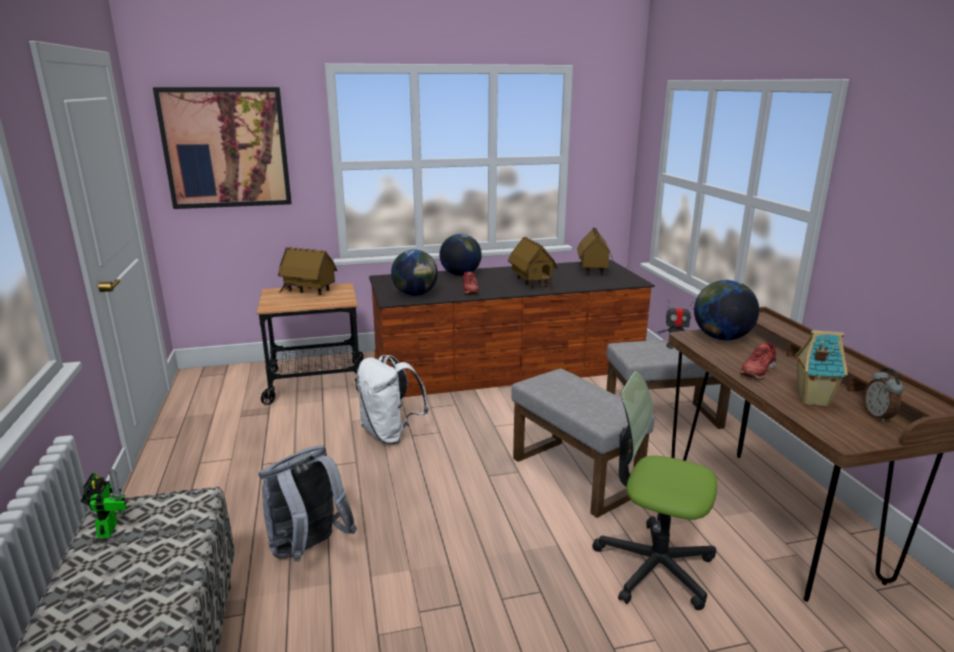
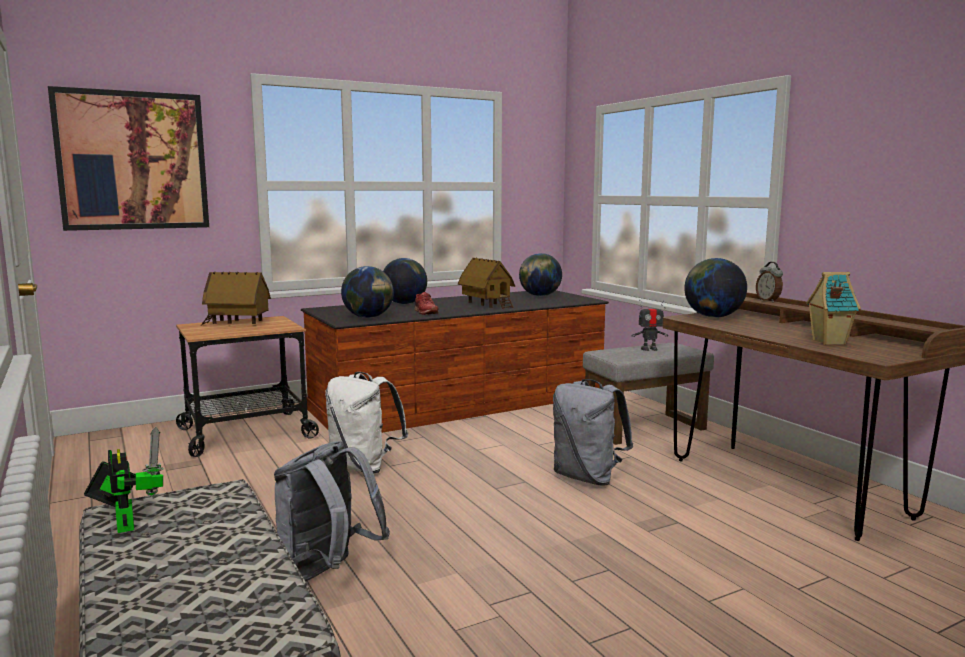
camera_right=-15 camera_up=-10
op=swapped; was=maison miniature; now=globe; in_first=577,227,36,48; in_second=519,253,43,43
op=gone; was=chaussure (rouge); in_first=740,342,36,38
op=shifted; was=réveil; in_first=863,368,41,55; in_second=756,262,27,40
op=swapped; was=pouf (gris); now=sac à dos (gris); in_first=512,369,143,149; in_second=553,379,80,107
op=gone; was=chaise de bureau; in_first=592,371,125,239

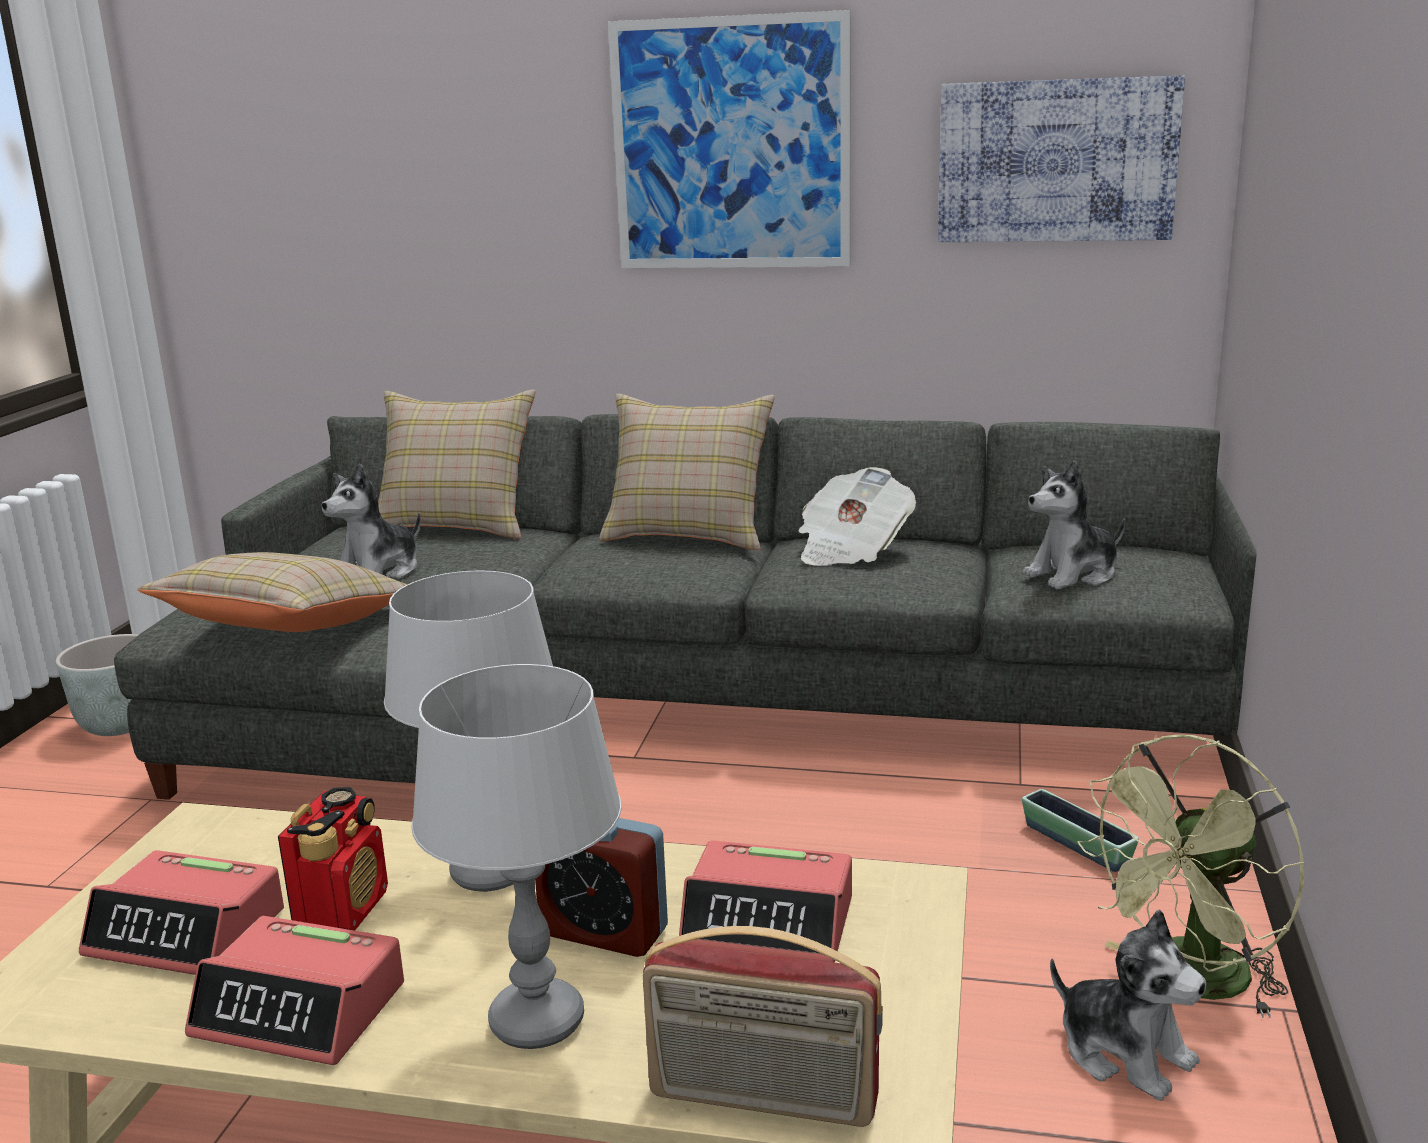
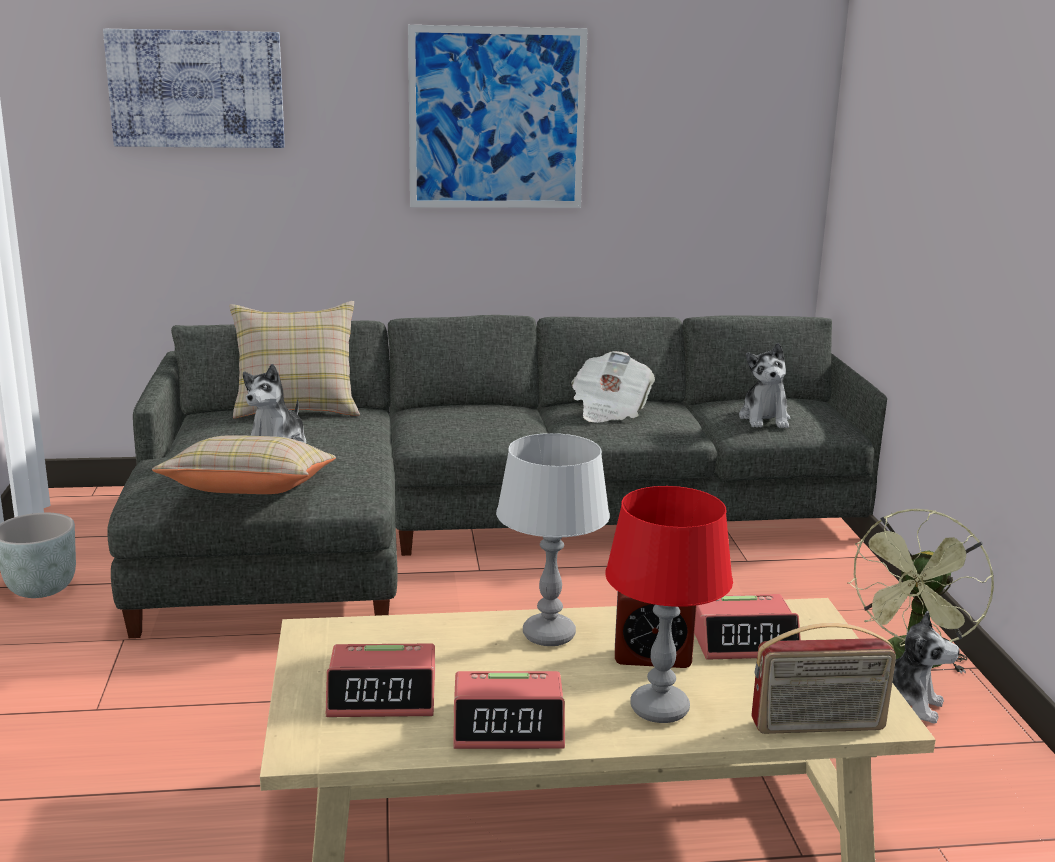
camera_right=-20 camera_up=0
op=shifted; was=tableau; in_first=938,76,247,166; in_second=103,29,182,119
op=gone; was=coussin (beige); in_first=599,394,176,156
op=rotated; was=peluche; in_first=1023,461,102,128; in_second=739,343,51,85; clockwise=-45
op=repainted; was=lampe de table (gris); now=lampe de table (rouge); in_first=411,664,211,385; in_second=605,486,128,237
op=gone; was=radio; in_first=278,787,110,144
op=gone; was=cache-pot; in_first=1022,789,117,83

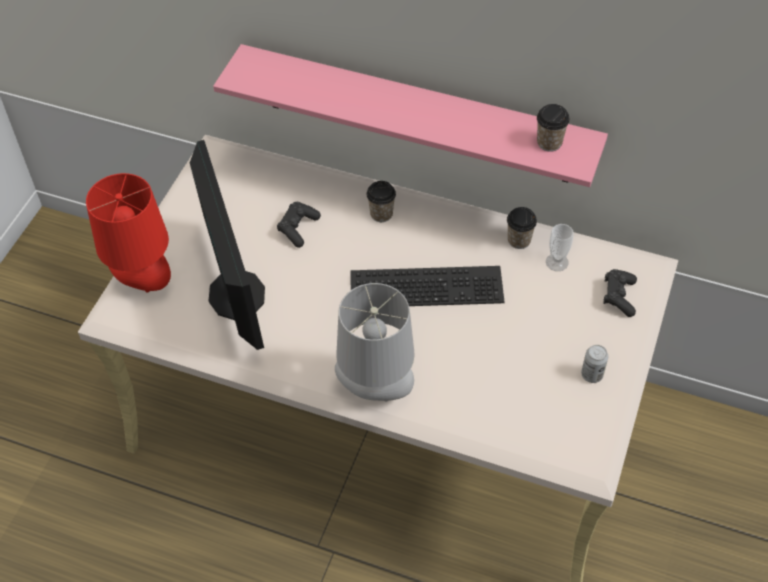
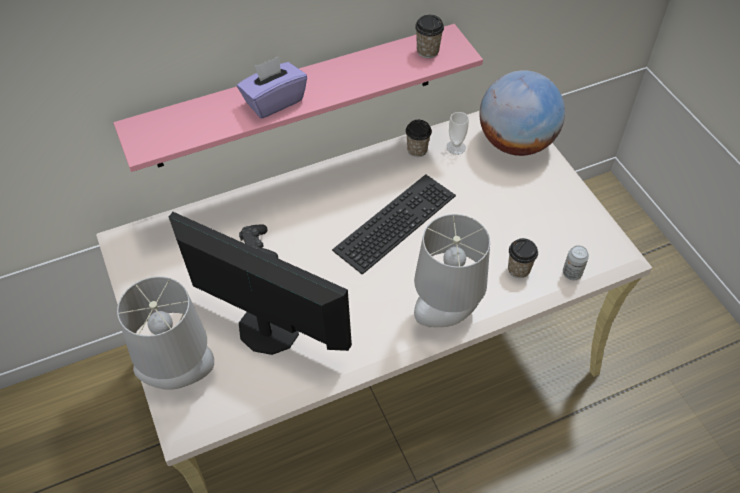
camera_right=-45 camera_up=0
op=repainted; was=lampe de table (rouge); now=lampe de table (gris); in_first=86,173,85,120; in_second=117,276,97,114
op=shifted; was=tasse; in_first=367,181,29,41; in_second=508,238,30,40
op=swapped; was=manette (noir); now=globe; in_first=603,269,34,48; in_second=480,70,85,86
op=shifted; was=boîte métallique; in_first=581,345,27,38; in_second=563,245,26,35
op=new; now=boîte à mouchoirs (violet); in_second=237,56,70,63

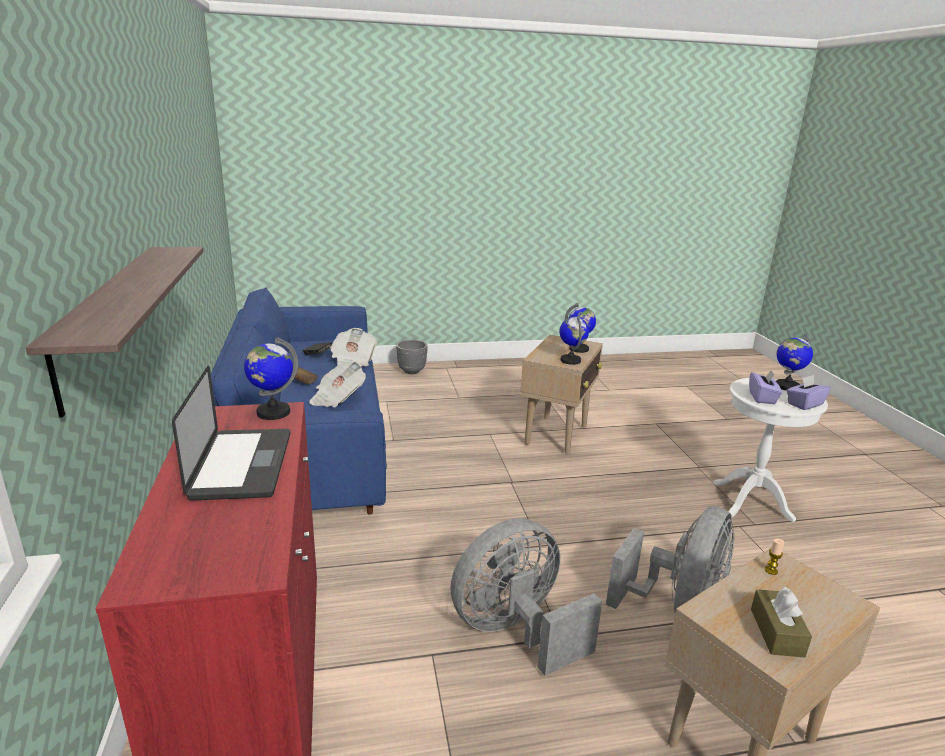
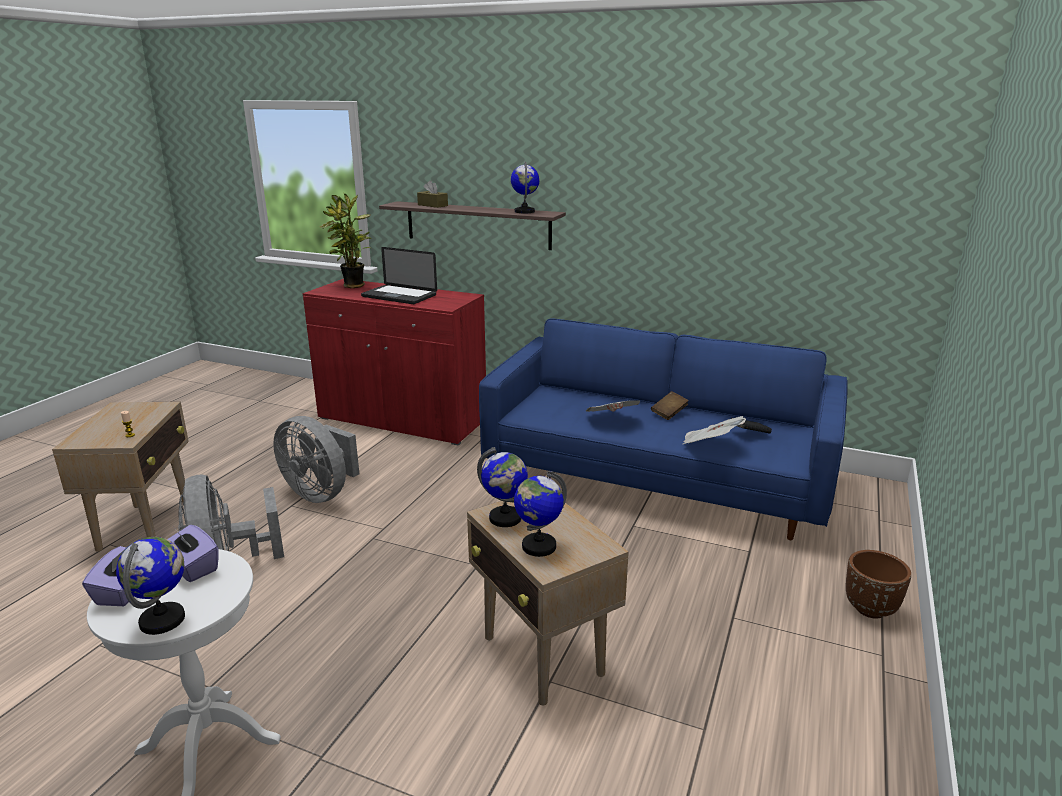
camera_right=125 camera_up=0
op=shifted; was=globe; in_first=244,337,54,83; in_second=511,162,29,51
op=repainted; was=cache-pot (gris); now=cache-pot (marron); in_first=396,340,32,34; in_second=846,550,65,69
op=rotated; was=ventilateur (gris); in_first=450,518,152,158; in_second=273,416,86,87; clockwise=120
op=shifted; was=boîte à mouchoirs (marron); in_first=751,586,61,72; in_second=417,180,31,28
op=new; now=plante en pot; in_second=320,194,51,94

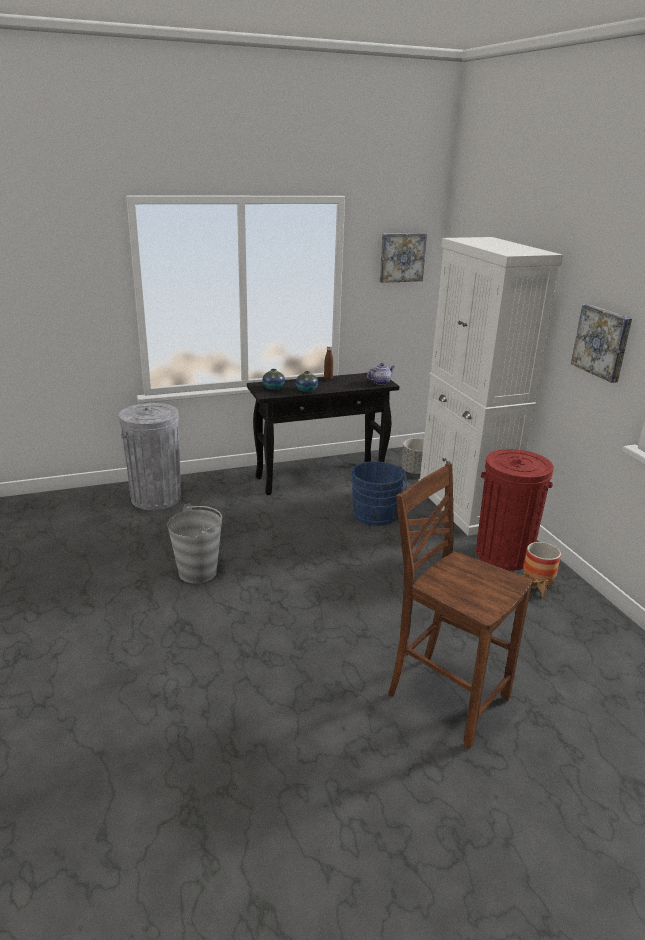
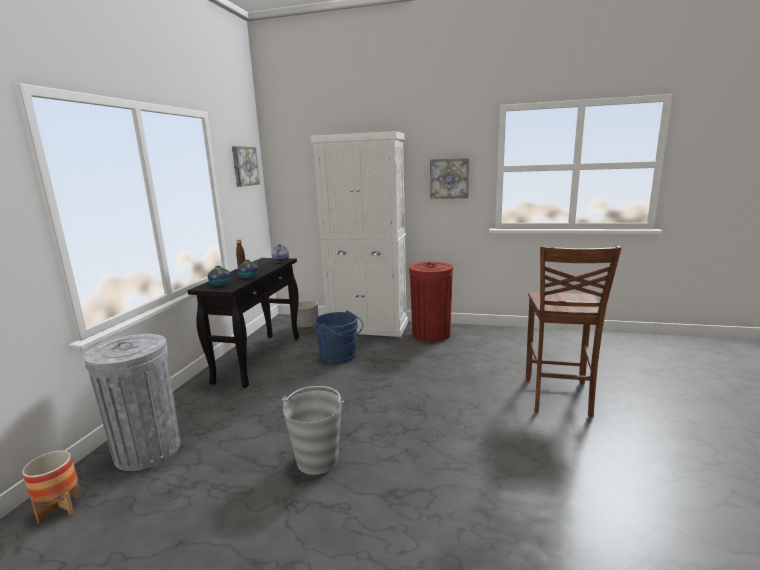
camera_right=-55 camera_up=-10
op=rotated; was=chaise (marron); in_first=388,463,144,286; in_second=526,246,96,172; clockwise=-60
op=shifted; was=cache-pot; in_first=523,542,38,56; in_second=22,450,59,74

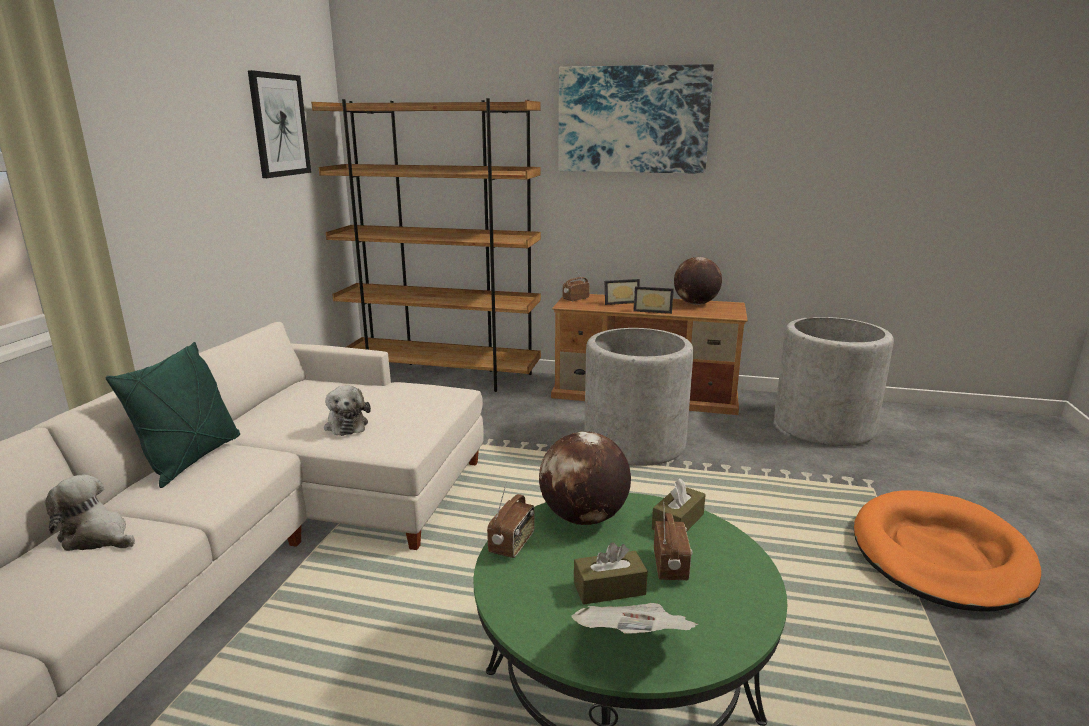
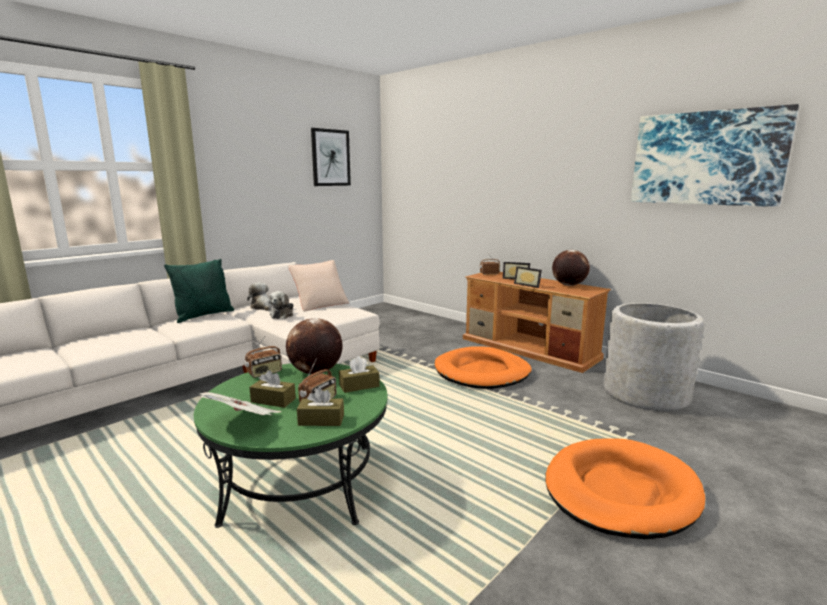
camera_right=30 camera_up=-5
op=shifted; was=tableau; in_first=558,64,156,110; in_second=631,104,168,103
op=gone; was=bibliothèque (marron); in_first=311,98,230,294
op=swapped; was=cache-pot (gris); now=panier pour chien (orange); in_first=584,328,110,138; in_second=435,346,97,43
op=shifted; was=peluche; in_first=45,475,90,76; in_second=247,282,26,29
op=new; now=coussin (beige); in_second=288,260,61,52
op=new; now=boîte à mouchoirs (marron); in_second=297,388,47,38

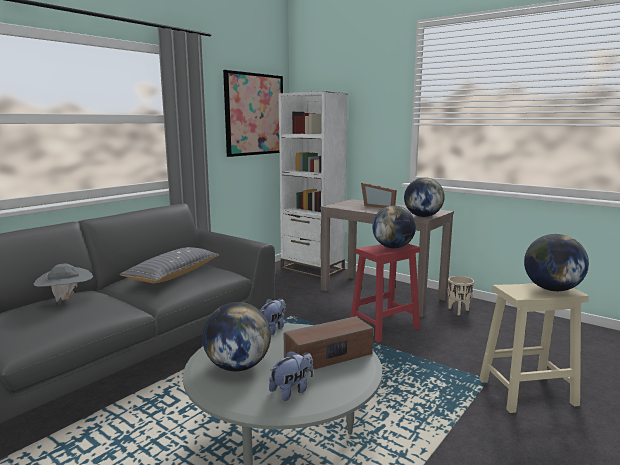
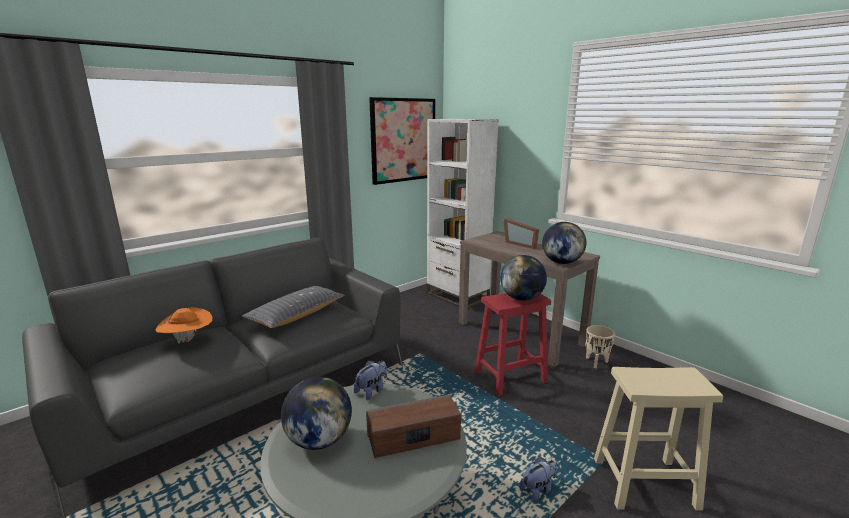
camera_right=10 camera_up=5
op=gone; was=globe; in_first=524,234,65,57
op=repainted; was=chapeau (gris); now=chapeau (orange); in_first=34,264,59,38; in_second=155,307,57,37
op=shifted; was=peluche; in_first=269,351,44,50; in_second=520,458,37,44

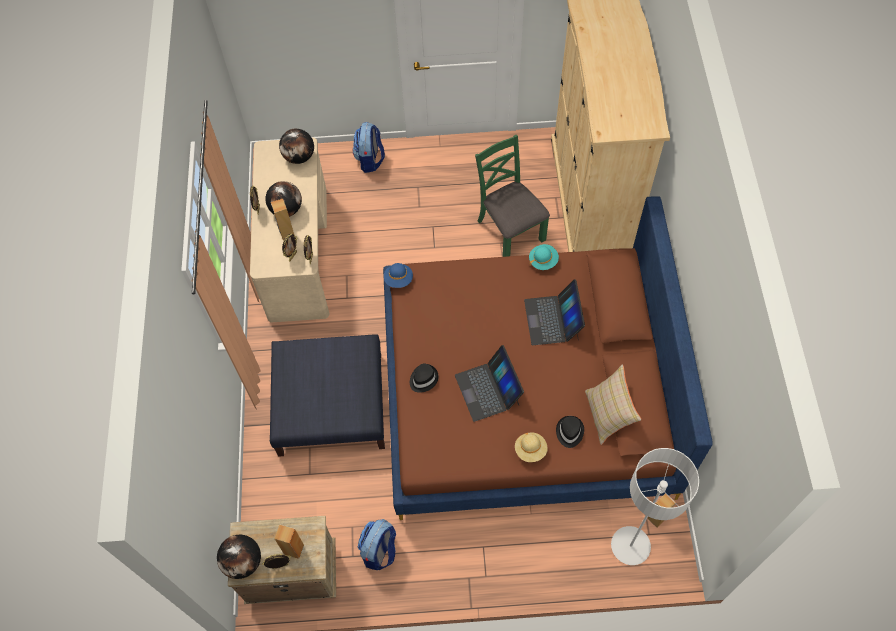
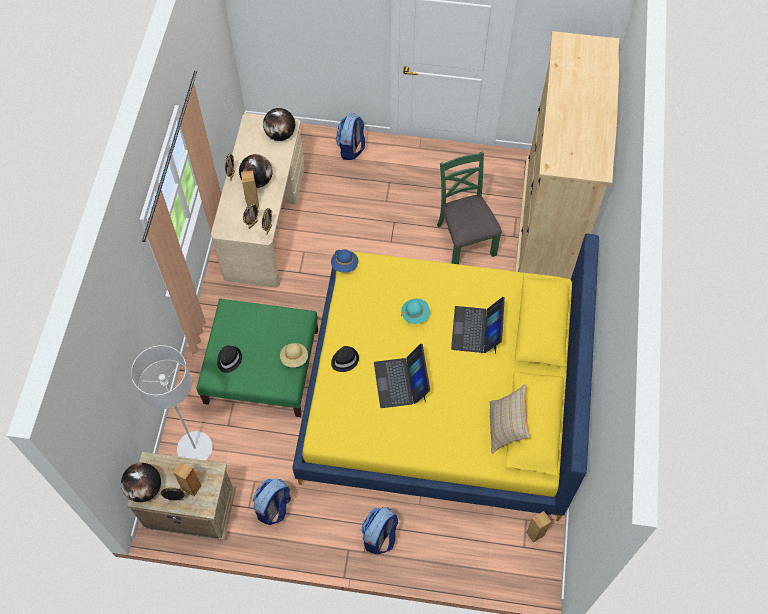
camera_right=10 camera_up=0
op=repainted; was=lit (marron); now=lit (jaune); in_first=383,196,330,324; in_second=292,233,307,288
op=shifted; was=chapeau (turquoise); in_first=529,244,30,26; in_second=401,299,29,25
op=repainted; was=pouf (bleu); now=pouf (vert); in_first=270,334,115,123; in_second=196,298,122,119
op=shifted; was=chapeau (noir); in_first=556,416,28,32; in_second=217,345,25,28
op=shifted; was=chapeau (beige); in_first=515,432,33,30; in_second=280,343,28,24
op=shifted; was=lampadaire (gris); in_first=611,448,88,117; in_second=131,345,82,115
op=new; now=sac à dos; in_second=361,507,37,47

